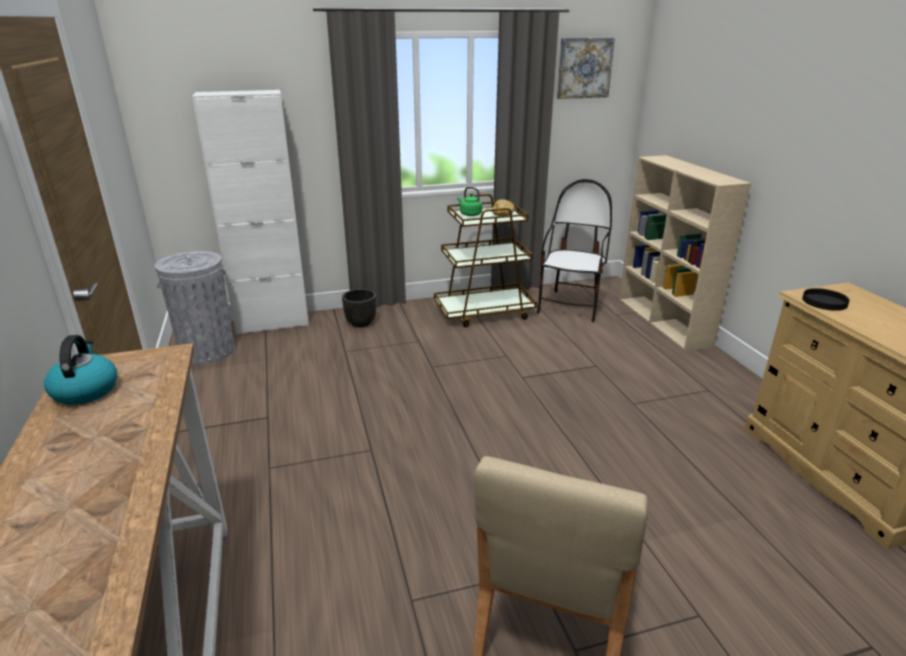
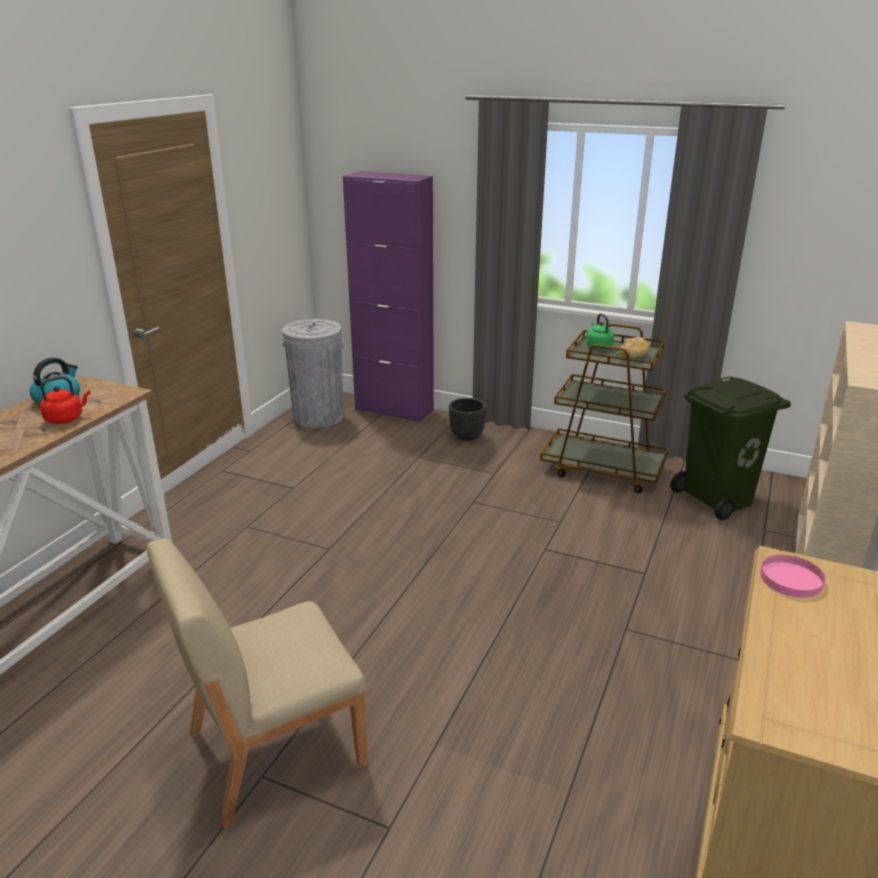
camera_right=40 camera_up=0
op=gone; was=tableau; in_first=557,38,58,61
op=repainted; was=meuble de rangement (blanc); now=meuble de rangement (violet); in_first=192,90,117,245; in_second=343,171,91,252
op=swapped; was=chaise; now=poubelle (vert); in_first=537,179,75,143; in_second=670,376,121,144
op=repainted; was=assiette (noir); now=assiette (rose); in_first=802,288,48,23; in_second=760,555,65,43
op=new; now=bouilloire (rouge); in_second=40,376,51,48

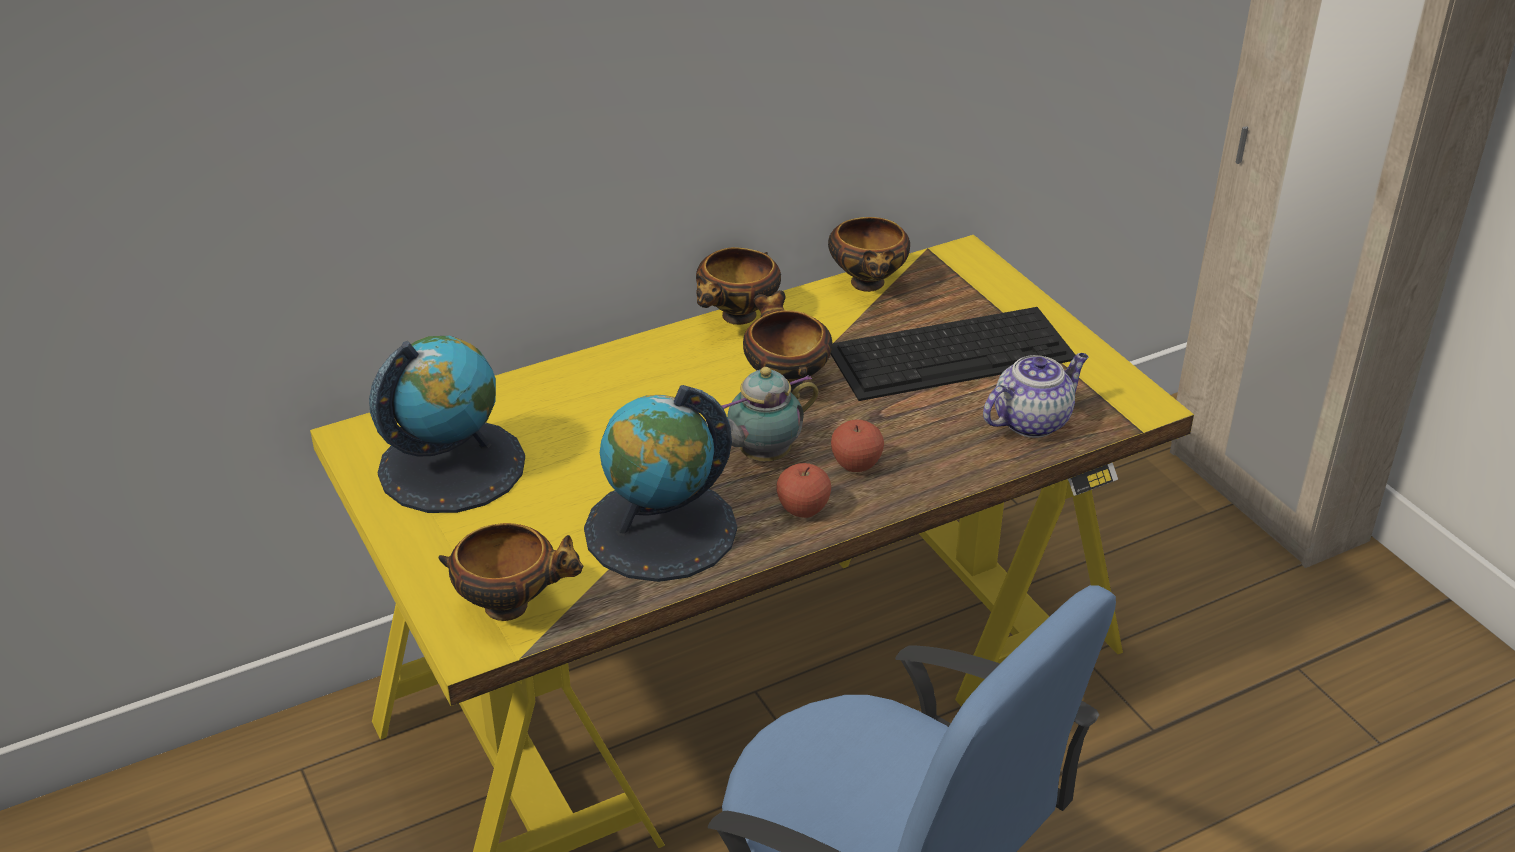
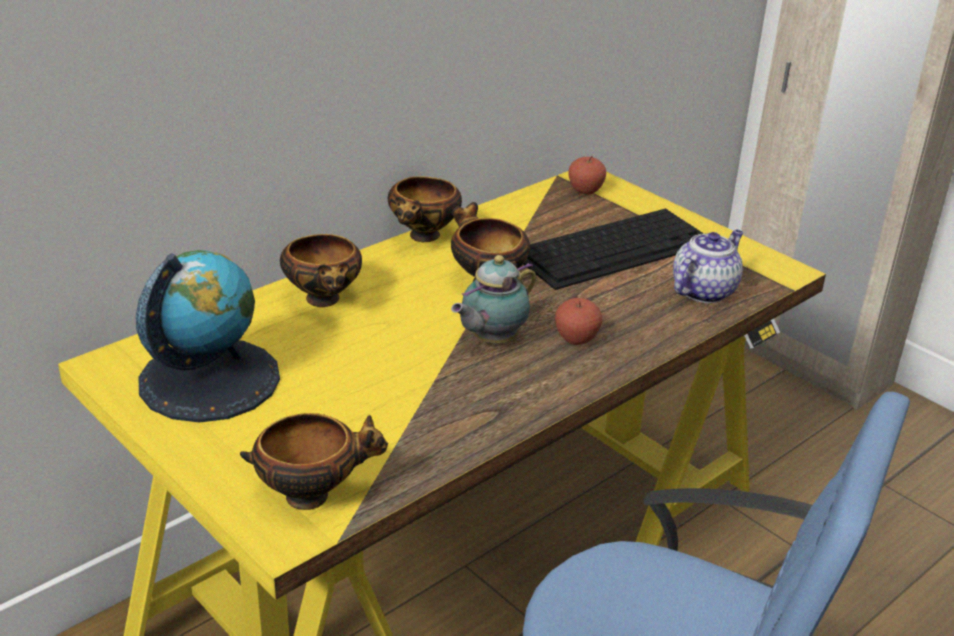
camera_right=-15 camera_up=-5
op=shifted; was=bol; in_first=828,217,82,75; in_second=280,234,82,73
op=gone; was=globe; in_first=584,385,153,197
op=shifted; was=pomme; in_first=776,463,55,55; in_second=568,156,38,39

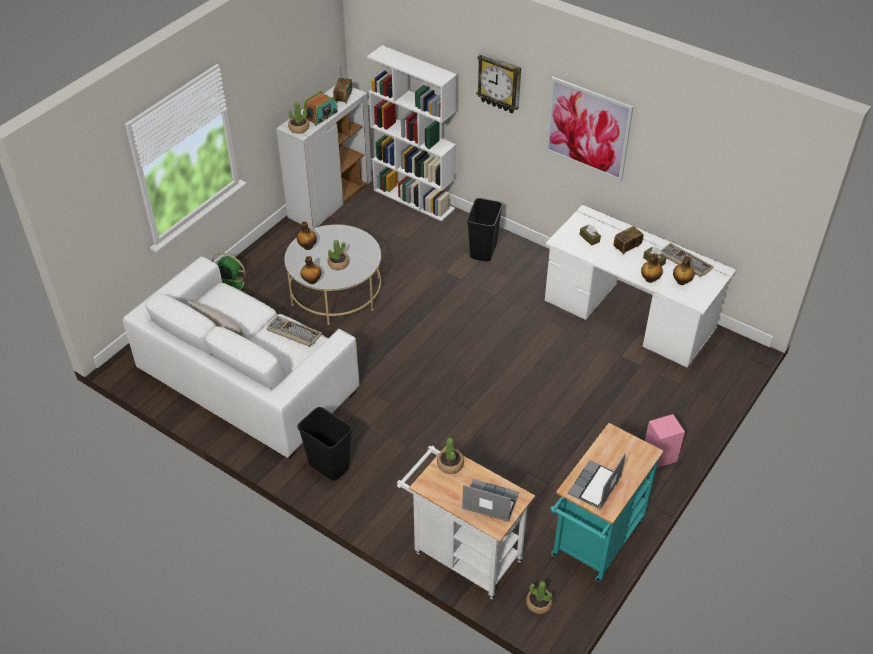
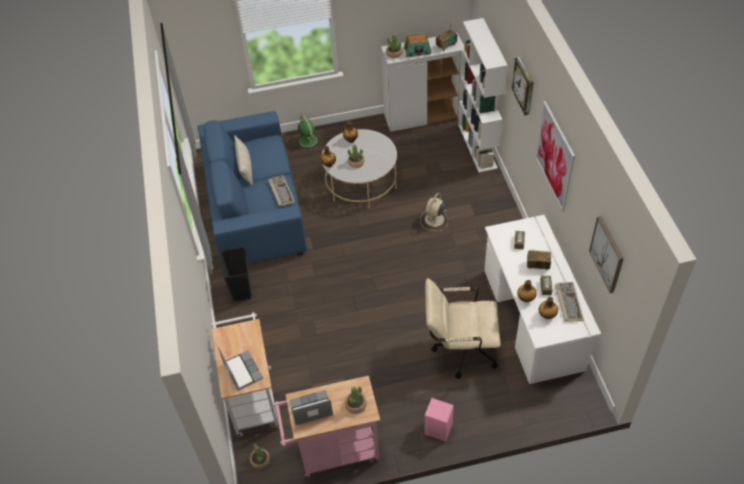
camera_right=45 camera_up=5
op=gone; was=poubelle (noir); in_first=467,198,36,63
op=repainted; was=canapé (blanc); now=canapé (bleu); in_first=123,257,236,202; in_second=198,111,109,153
op=repainted; was=chariot (turquoise); now=chariot (rose); in_first=550,423,114,159; in_second=274,376,106,101
op=shifted; was=plante en pot; in_first=437,438,27,36; in_second=345,387,22,27
op=new; now=ventilateur (beige); in_second=420,193,28,38
op=new; now=tableau; in_second=589,216,35,77
op=new; now=chaise de bureau (beige); in_second=425,278,76,101

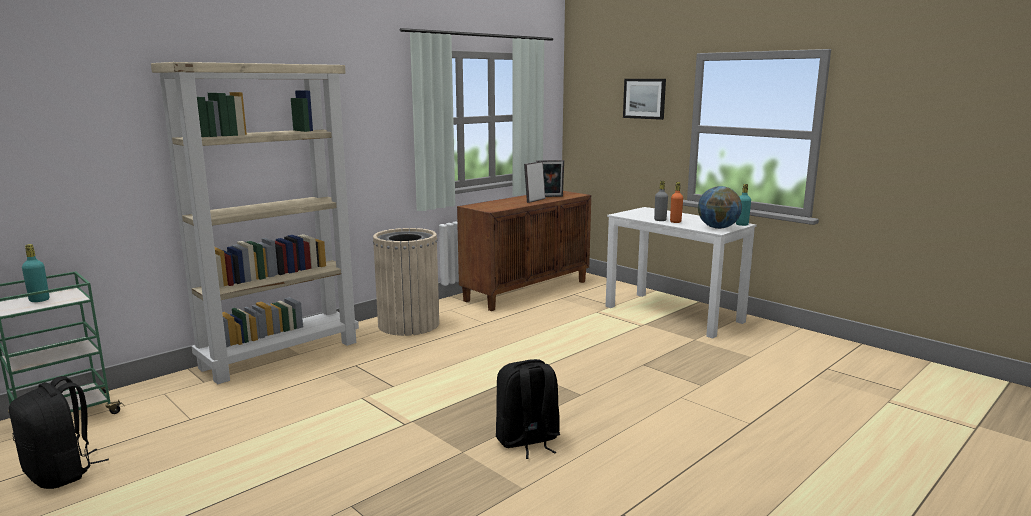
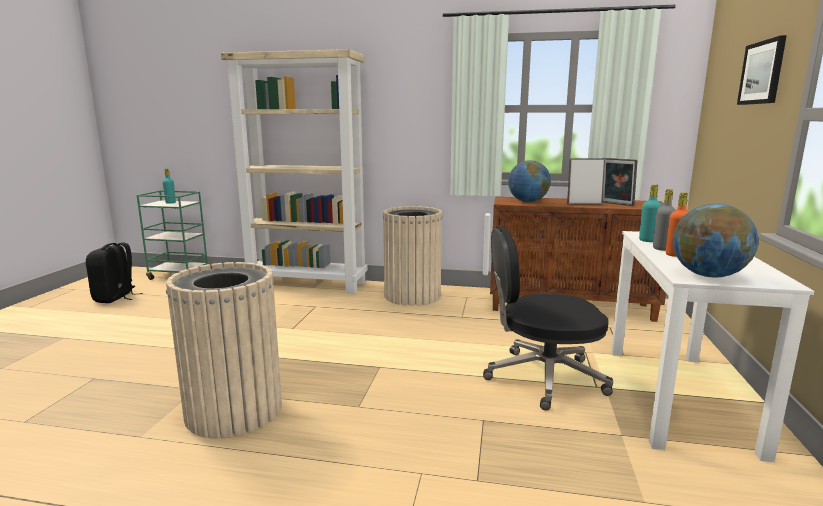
camera_right=55 camera_up=0
op=shifted; was=bouteille (turquoise); in_first=736,184,15,42; in_second=639,184,23,58
op=swapped; was=sac à dos (noir); now=poubelle (beige); in_first=496,359,64,100; in_second=166,262,116,176
op=new; now=globe; in_second=508,160,43,42
op=new; now=chaise de bureau (noir); in_second=483,226,130,184

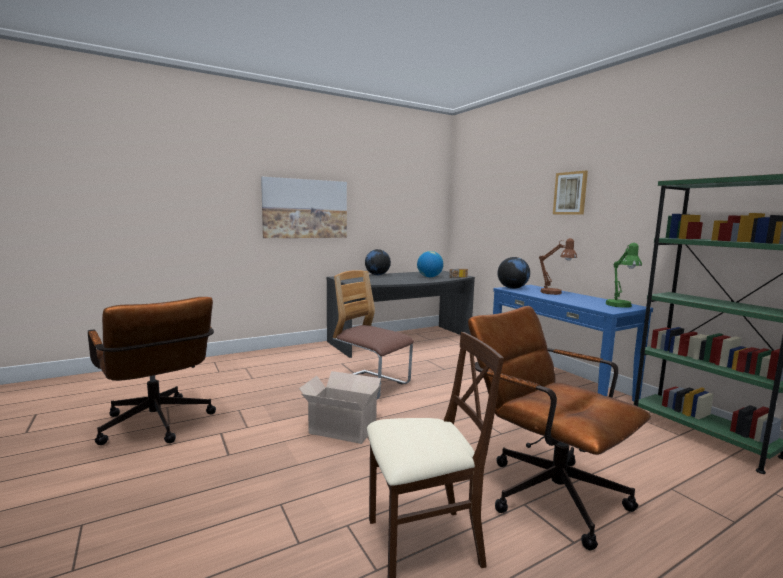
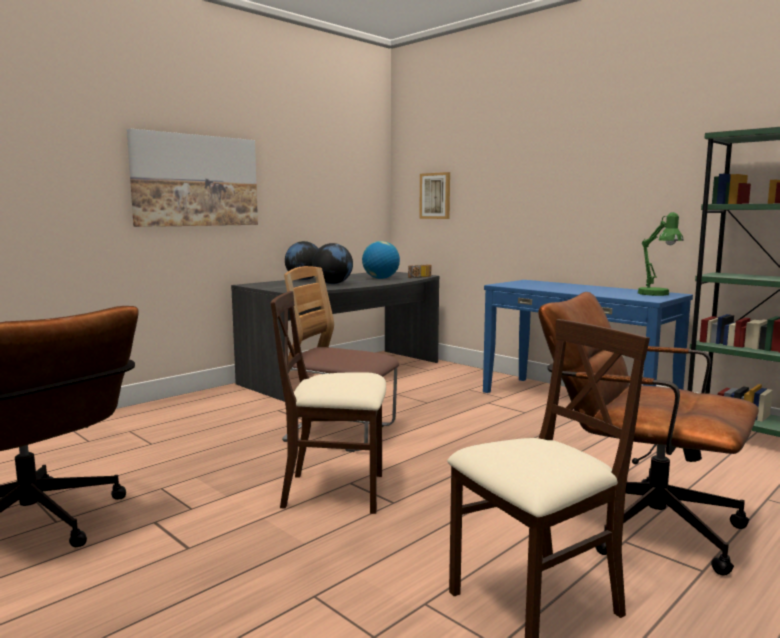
camera_right=-15 camera_up=0
op=shifted; was=tableau; in_first=553,171,35,44; in_second=419,172,31,47
op=gone; was=lampe de table (marron); in_first=539,238,38,57
op=shifted; was=globe; in_first=498,257,32,32; in_second=312,243,41,41
op=swapped; was=carton; now=chaise (beige); in_first=299,371,83,73; in_second=271,291,115,223

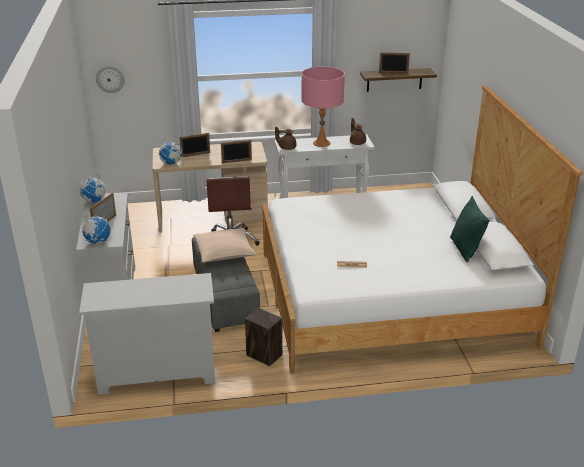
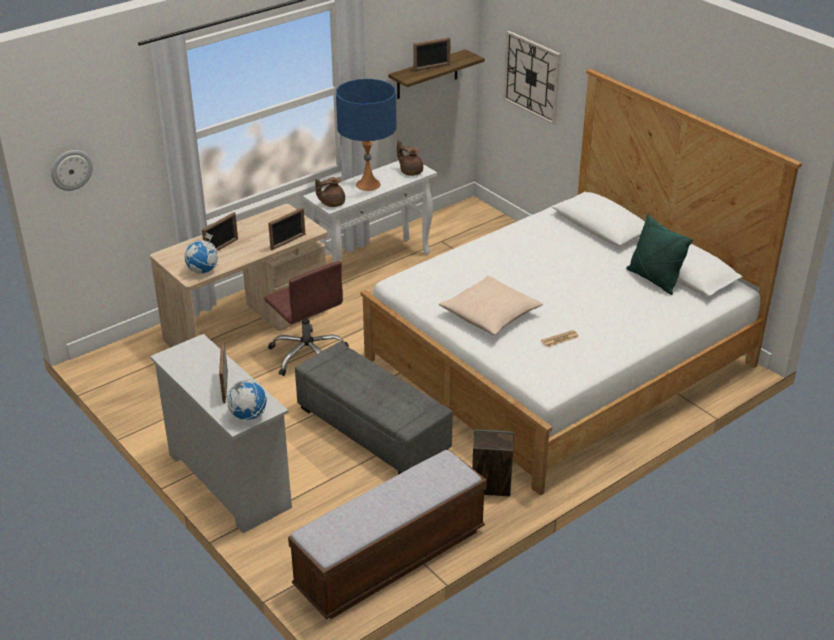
camera_right=-30 camera_up=5
op=repainted; was=lampe de table (rose); now=lampe de table (bleu); in_first=301,67,44,80; in_second=336,79,60,112
op=gone; was=globe; in_first=80,171,27,32
op=shifted; was=coussin (beige); in_first=193,228,63,35; in_second=439,276,104,59
op=swapped; was=commode (blanc); now=banc; in_first=79,273,136,122; in_second=288,450,199,169
op=new; now=horloge murale; in_second=503,31,58,94

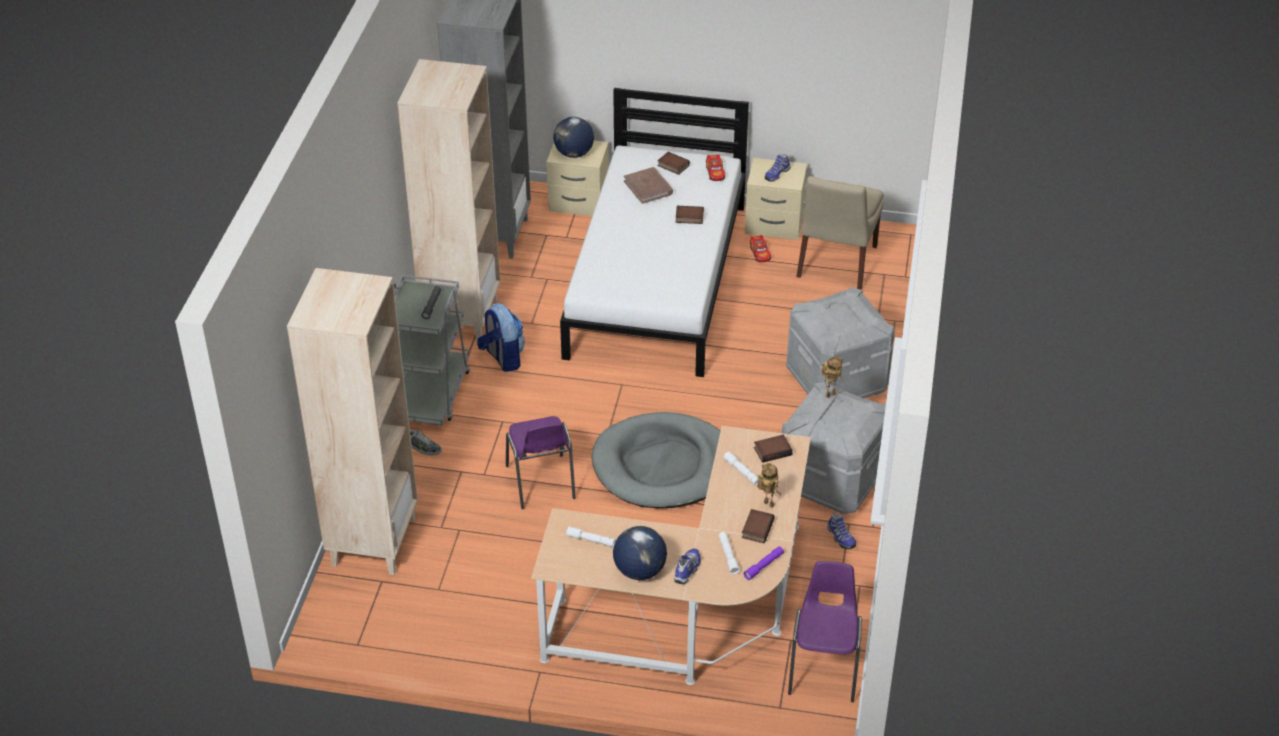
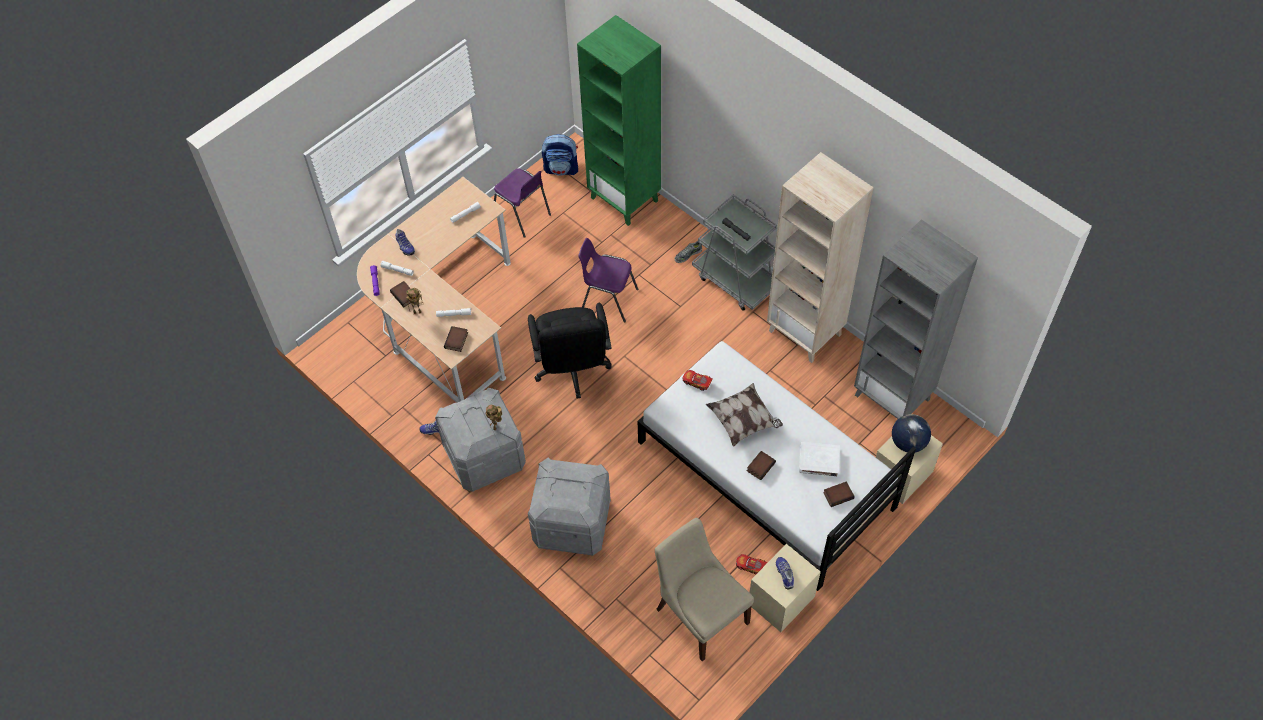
camera_right=125 camera_up=15
op=shifted; was=petite voiture; in_first=706,154,19,27; in_second=683,370,30,21
op=repainted; was=livre (marron); now=livre (blanc); in_first=624,167,49,37; in_second=799,442,41,34
op=repainted; was=bibliothèque (beige); now=bibliothèque (vert); in_first=287,268,131,307; in_second=577,15,84,211
op=shifted; was=sac à dos; in_first=477,303,48,69; in_second=542,134,36,42
op=swapped; was=panier pour chien (gris); now=chaise de bureau (noir); in_first=591,412,130,96; in_second=528,303,84,96
op=gone; was=globe; in_first=613,526,54,54
op=shifted; was=chaise (violet); in_first=788,561,74,141; in_second=494,168,57,70
op=new; now=coussin; in_second=706,383,77,64

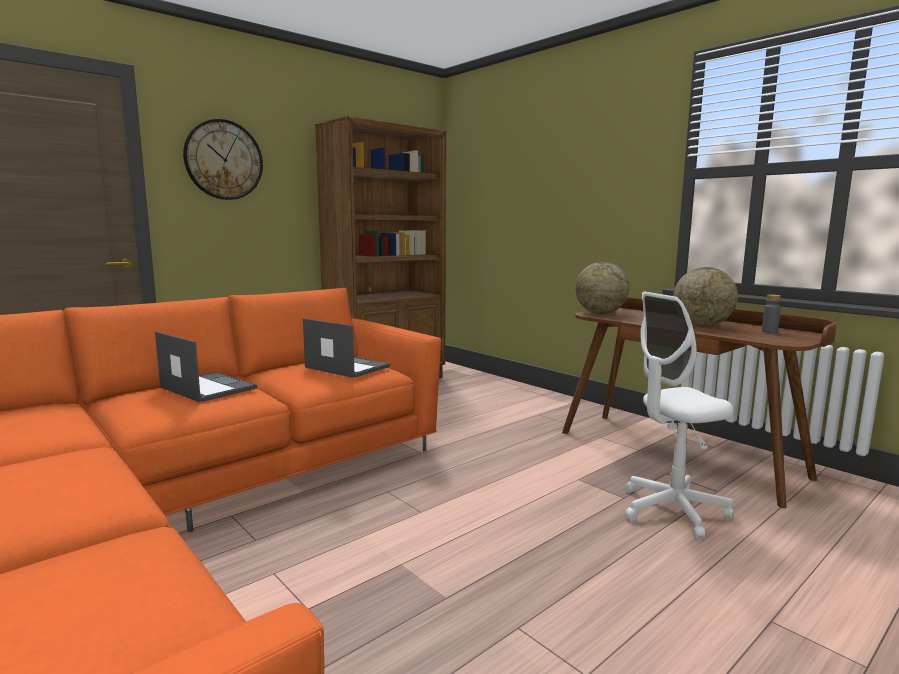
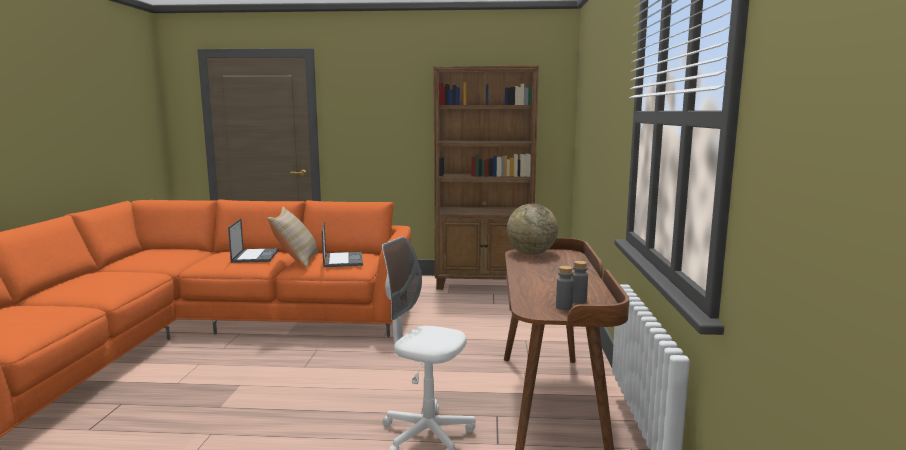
camera_right=45 camera_up=0
op=gone; was=horloge murale; in_first=183,119,80,81
op=gone; was=globe; in_first=673,267,65,59
op=new; now=coussin (beige); in_second=267,207,52,61
op=new; now=bouteille (gris); in_second=556,266,18,44

